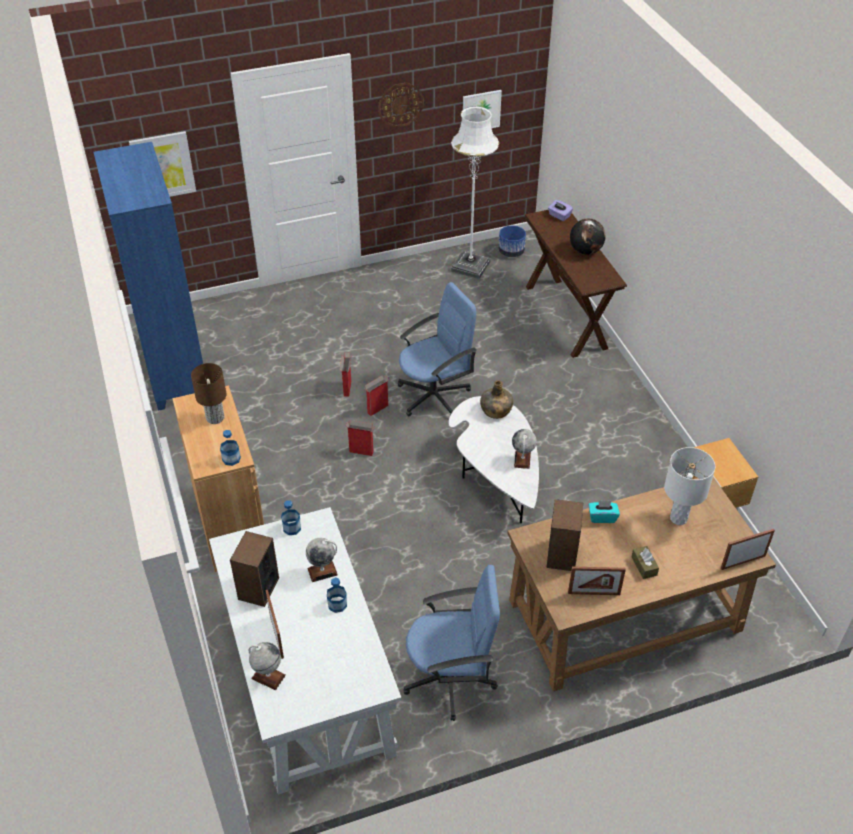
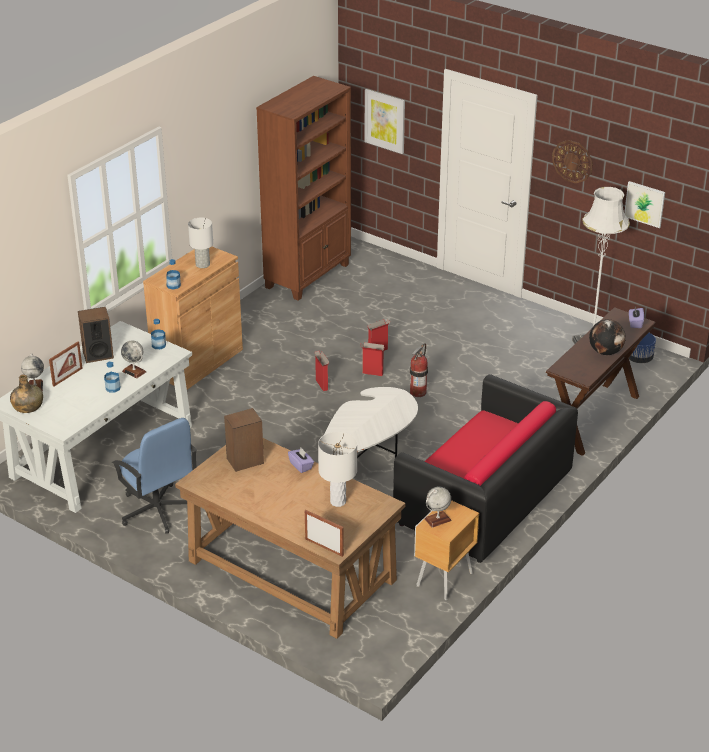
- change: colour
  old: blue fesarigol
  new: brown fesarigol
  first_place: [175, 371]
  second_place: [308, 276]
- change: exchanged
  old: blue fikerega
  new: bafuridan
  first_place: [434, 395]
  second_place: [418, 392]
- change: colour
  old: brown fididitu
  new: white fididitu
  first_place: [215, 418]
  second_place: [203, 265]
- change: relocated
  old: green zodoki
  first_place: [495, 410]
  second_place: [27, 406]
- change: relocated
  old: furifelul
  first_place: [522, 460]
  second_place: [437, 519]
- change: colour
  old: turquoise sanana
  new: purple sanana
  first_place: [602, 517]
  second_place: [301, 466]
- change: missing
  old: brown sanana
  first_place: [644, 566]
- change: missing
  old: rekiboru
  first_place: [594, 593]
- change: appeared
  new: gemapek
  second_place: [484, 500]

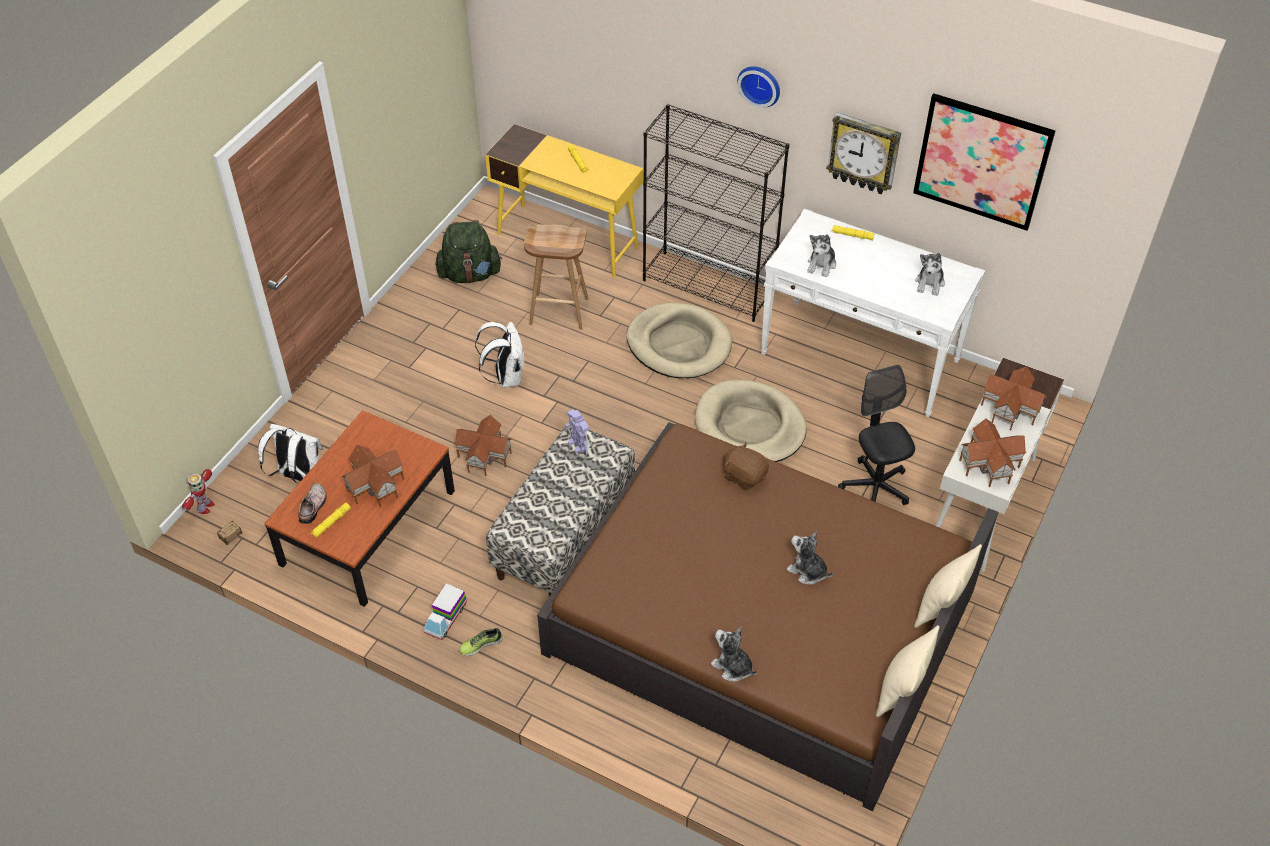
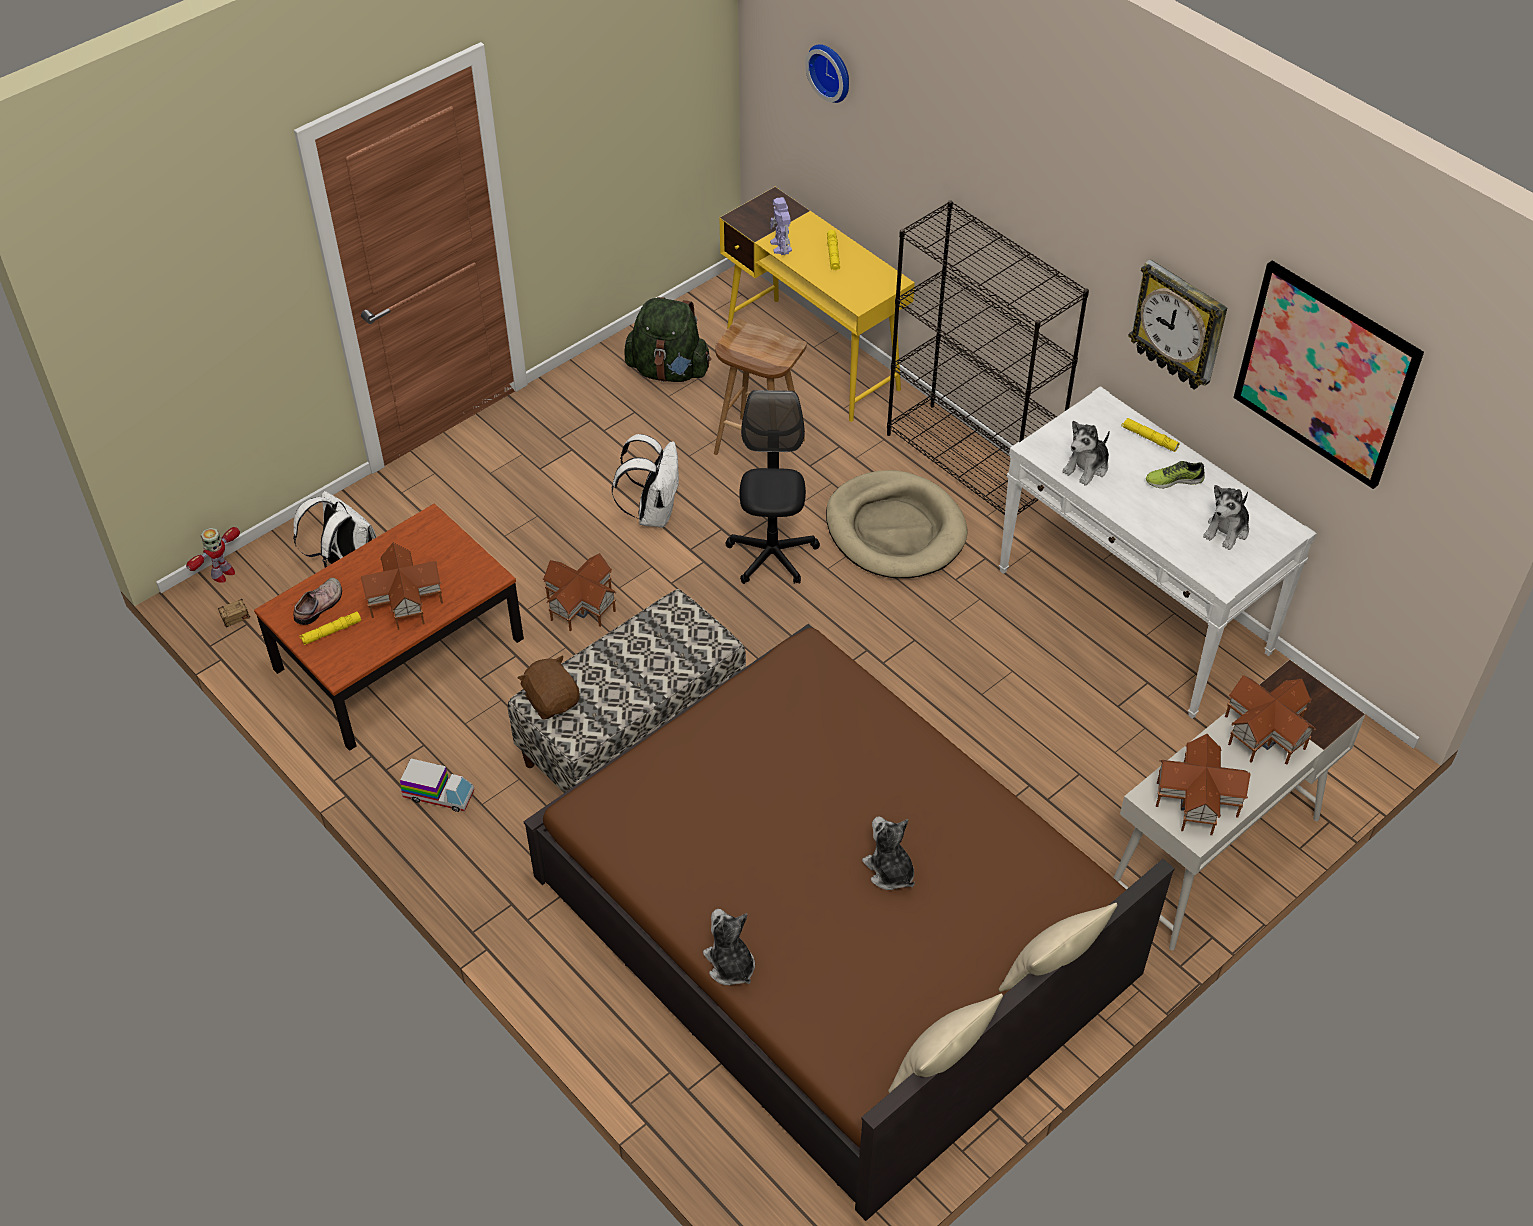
- change: relocated
  old: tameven
  first_place: [760, 84]
  second_place: [831, 71]
- change: relocated
  old: black fikerega
  first_place: [875, 488]
  second_place: [772, 555]
- change: missing
  old: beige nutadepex
  first_place: [749, 426]
- change: relocated
  old: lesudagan
  first_place: [578, 444]
  second_place: [781, 247]
- change: relocated
  old: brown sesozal
  first_place: [744, 476]
  second_place: [552, 700]
- change: spun
  old: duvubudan
  first_place: [445, 618]
  second_place: [439, 795]
  degrees: -120
- change: relocated
  old: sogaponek
  first_place: [480, 644]
  second_place: [1174, 480]

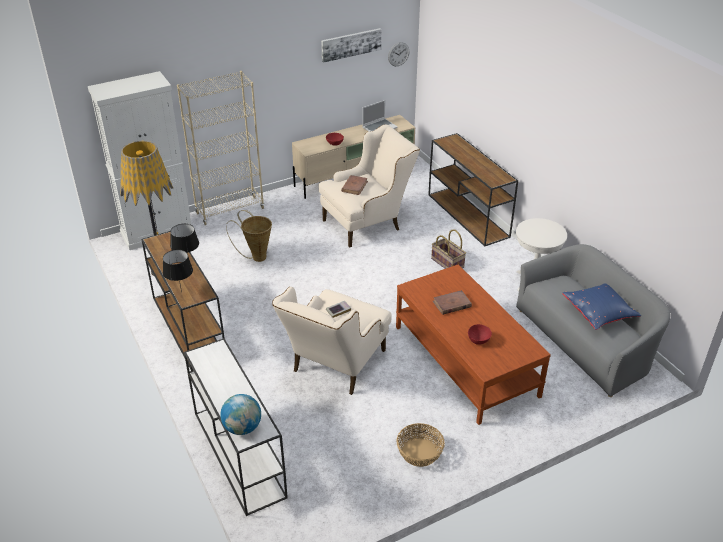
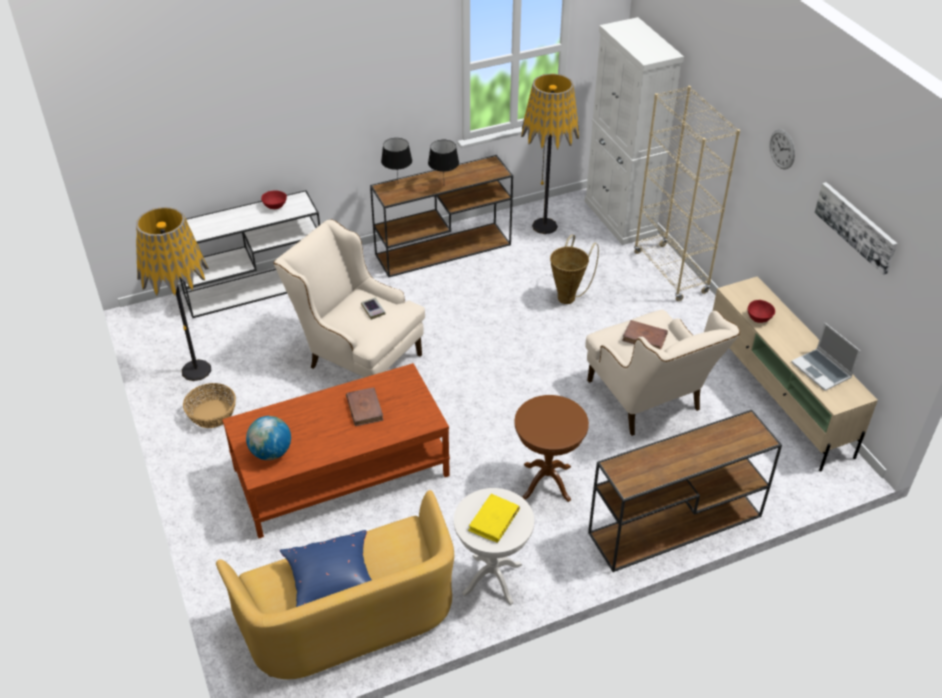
- change: relocated
  old: tameven
  first_place: [398, 54]
  second_place: [782, 149]
- change: exchanged
  old: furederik
  new: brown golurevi
  first_place: [448, 263]
  second_place: [546, 482]
- change: colour
  old: grey gemapek
  new: yellow gemapek
  first_place: [586, 341]
  second_place: [350, 616]
- change: relocated
  old: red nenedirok
  first_place: [479, 340]
  second_place: [275, 206]
- change: relocated
  old: furifelul
  first_place: [242, 428]
  second_place: [271, 452]
- change: appeared
  new: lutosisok
  second_place: [196, 370]
- change: appeared
  new: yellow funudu
  second_place: [494, 520]

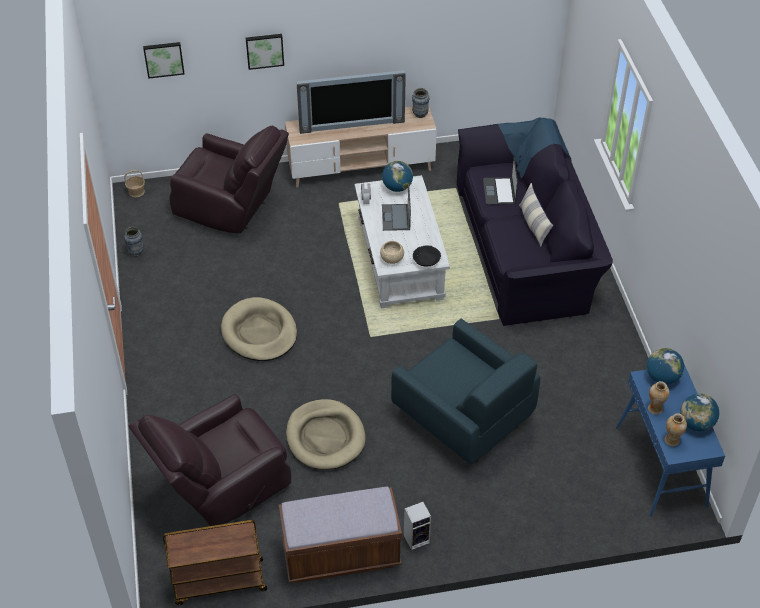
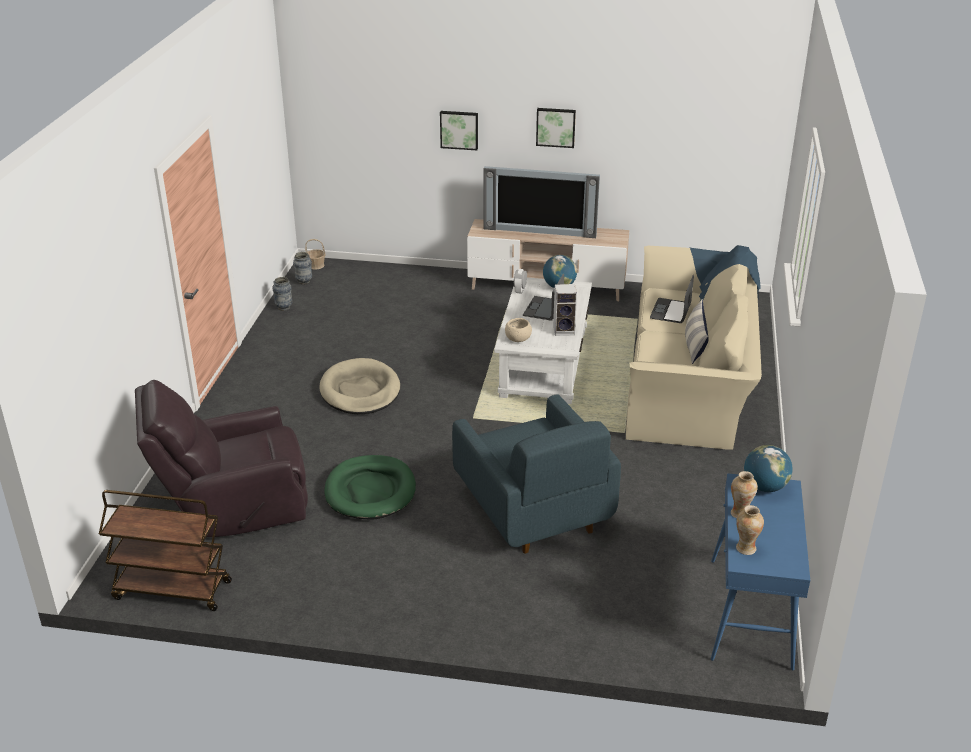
- change: relocated
  old: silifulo
  first_place: [163, 59]
  second_place: [555, 127]
- change: relocated
  old: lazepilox
  first_place: [420, 114]
  second_place: [304, 282]
- change: colour
  old: black gemapek
  new: beige gemapek
  first_place: [526, 244]
  second_place: [691, 377]
- change: missing
  old: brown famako
  first_place: [231, 208]
- change: missing
  old: black nenedirok
  first_place: [426, 260]
- change: missing
  old: furifelul
  first_place: [696, 423]
- change: colour
  old: beige nutadepex
  new: green nutadepex
  first_place: [325, 437]
  second_place: [370, 491]
- change: missing
  old: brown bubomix
  first_place: [341, 554]
- change: relocated
  old: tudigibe
  first_place: [417, 538]
  second_place: [564, 330]

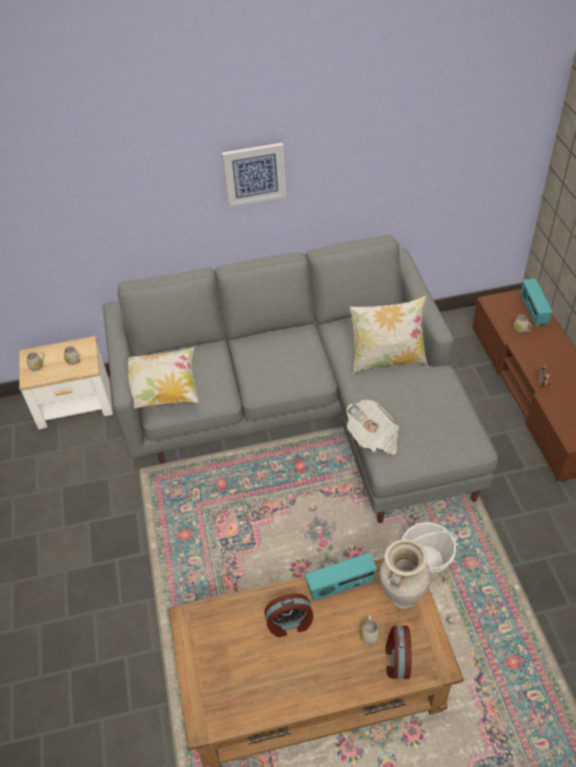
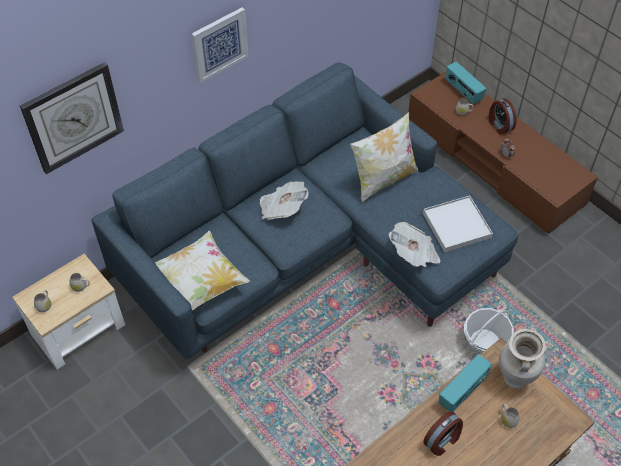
- change: colour
  old: grey gemapek
  new: blue gemapek
  first_place: [306, 411]
  second_place: [308, 252]
- change: relocated
  old: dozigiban
  first_place: [396, 660]
  second_place: [499, 125]
- change: appeared
  new: tameven
  second_place: [73, 117]
- change: appeared
  new: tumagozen
  second_place: [282, 208]
- change: appeared
  new: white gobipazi
  second_place: [456, 225]

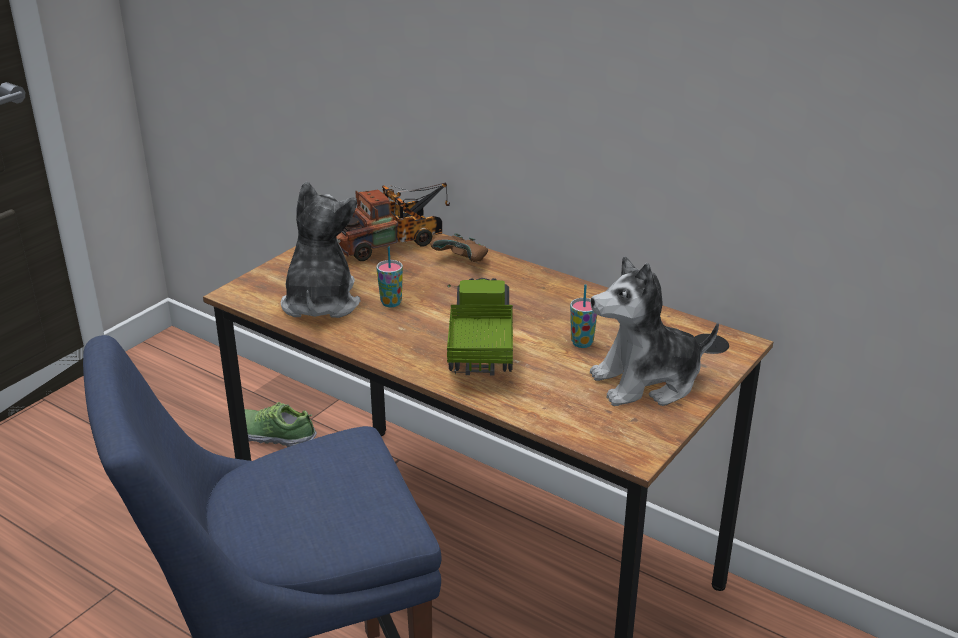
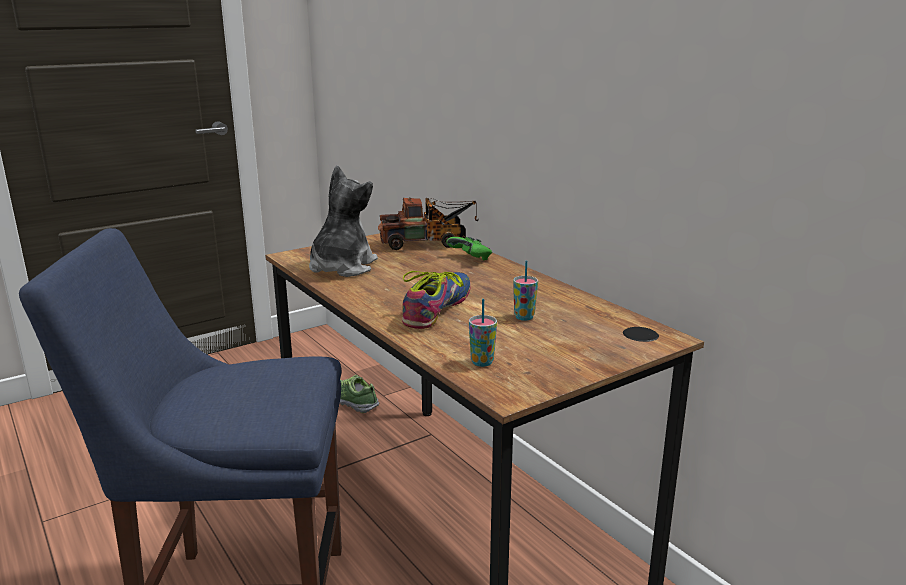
- change: colour
  old: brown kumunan
  new: green kumunan
  first_place: [462, 261]
  second_place: [470, 259]
- change: relocated
  old: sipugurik
  first_place: [391, 303]
  second_place: [482, 362]
- change: missing
  old: sesozal
  first_place: [646, 382]
- change: exchanged
  old: duvubudan
  new: sogaponek
  first_place: [480, 347]
  second_place: [436, 308]

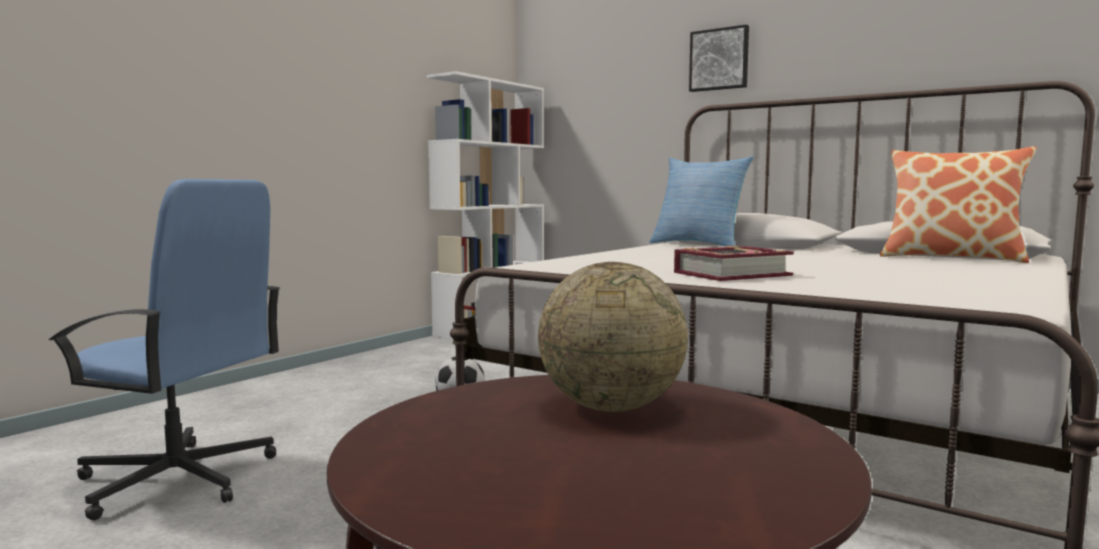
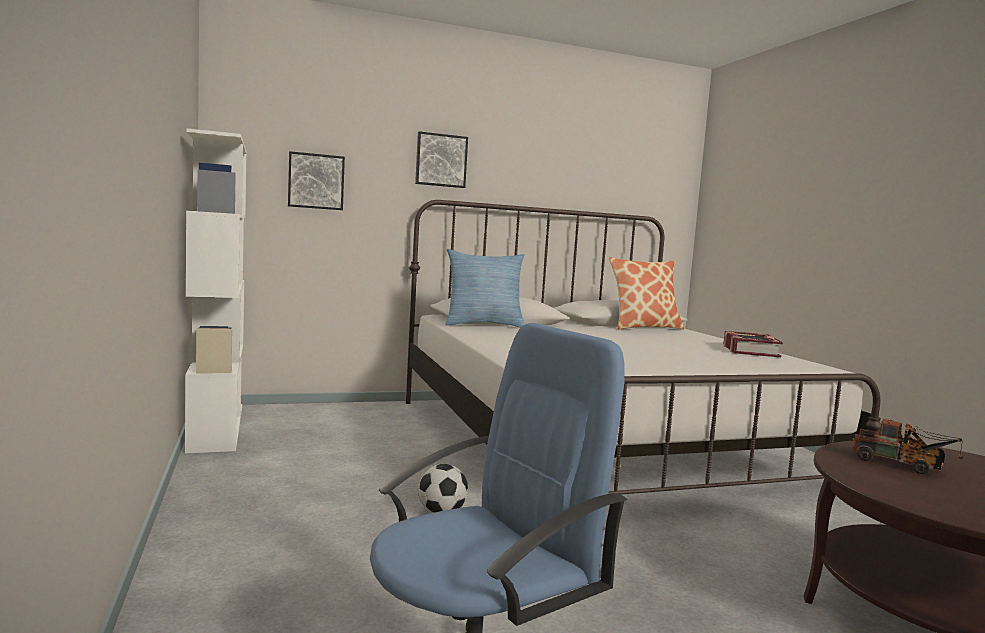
- change: relocated
  old: funudu
  first_place: [731, 274]
  second_place: [749, 351]
- change: exchanged
  old: furifelul
  new: duvubudan
  first_place: [611, 407]
  second_place: [903, 465]
- change: appeared
  new: silifulo
  second_place: [316, 181]

